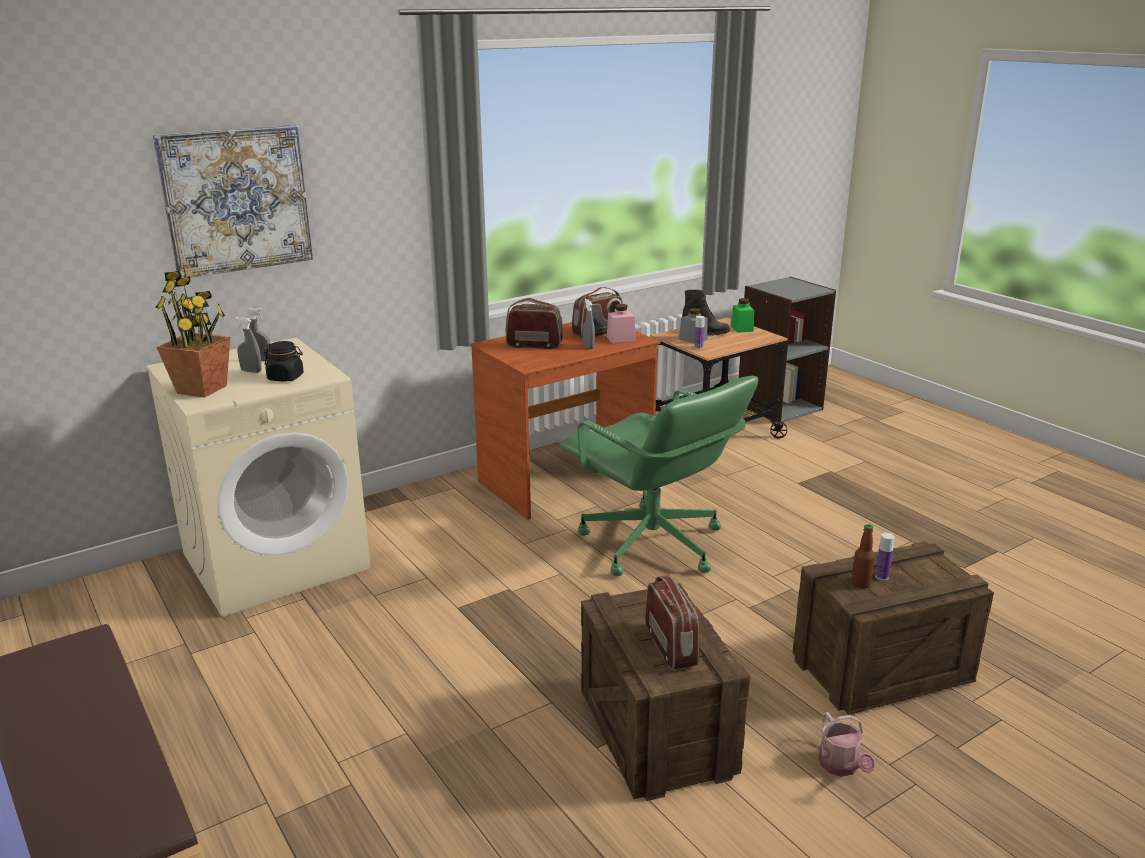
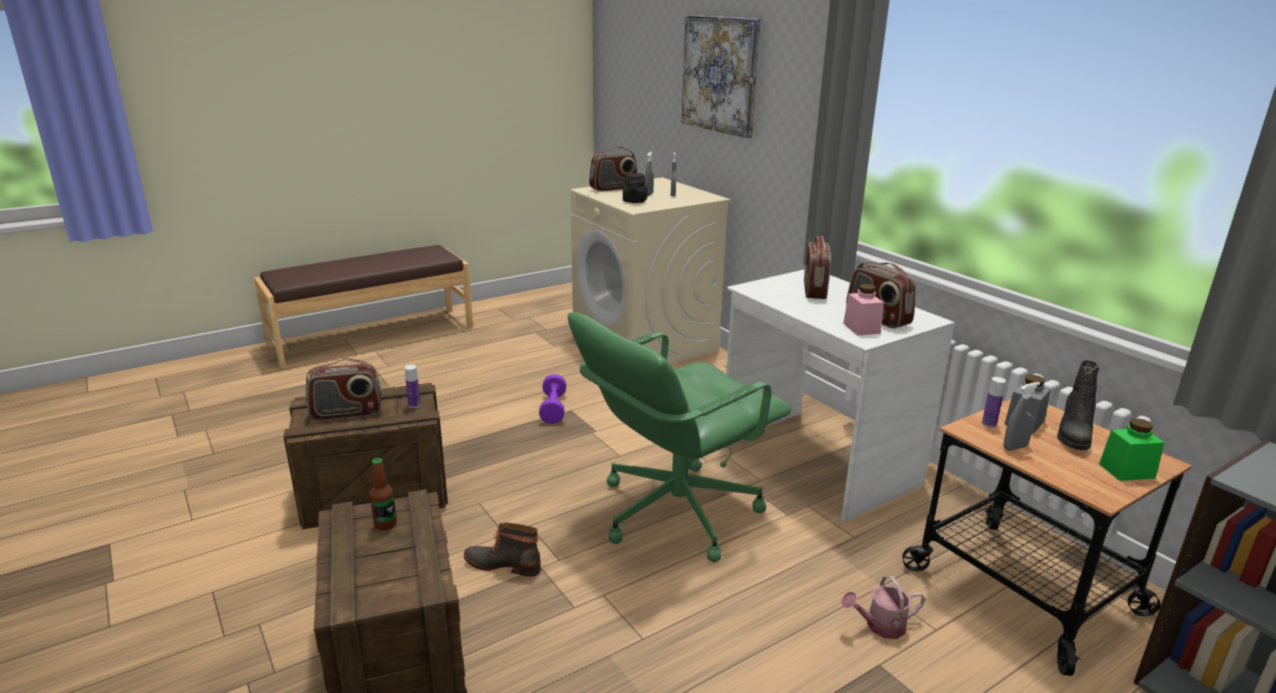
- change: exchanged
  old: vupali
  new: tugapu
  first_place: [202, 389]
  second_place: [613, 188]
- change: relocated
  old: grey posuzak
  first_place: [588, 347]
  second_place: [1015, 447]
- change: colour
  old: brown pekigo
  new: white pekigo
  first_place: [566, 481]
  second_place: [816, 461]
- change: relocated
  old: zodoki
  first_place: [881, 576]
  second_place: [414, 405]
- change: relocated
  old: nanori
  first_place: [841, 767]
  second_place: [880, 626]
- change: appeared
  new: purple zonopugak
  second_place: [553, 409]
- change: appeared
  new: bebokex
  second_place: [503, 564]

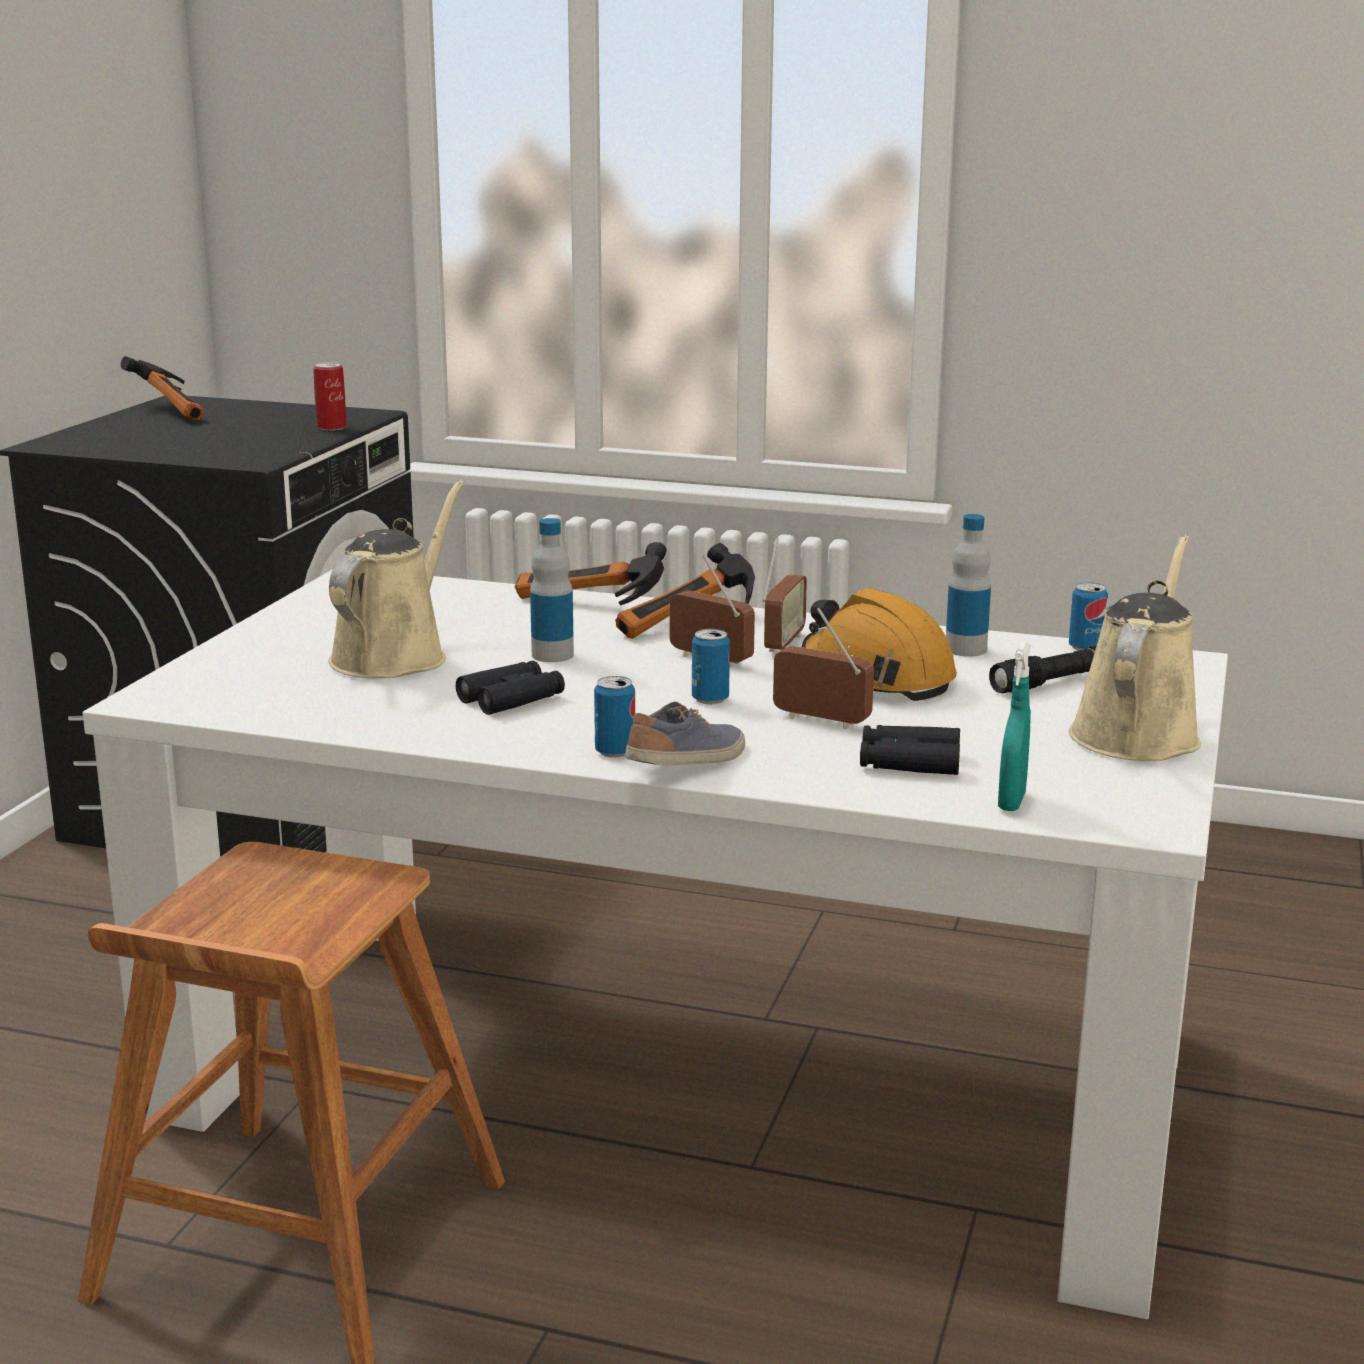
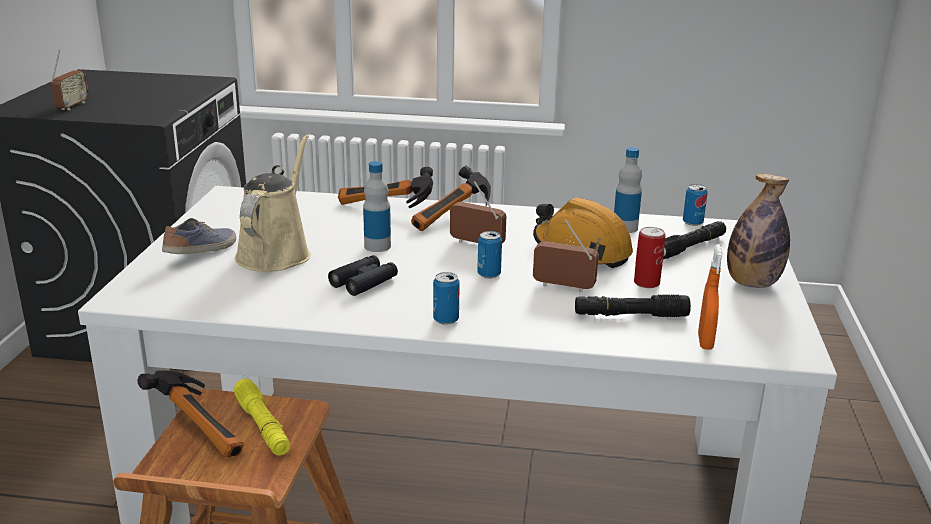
- change: relocated
  old: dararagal
  first_place: [177, 411]
  second_place: [205, 428]
- change: relocated
  old: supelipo
  first_place: [331, 427]
  second_place: [646, 283]
- change: exchanged
  old: beige nanori
  new: zodoki
  first_place: [1137, 733]
  second_place: [752, 283]
- change: relocated
  old: tugapu
  first_place: [783, 644]
  second_place: [72, 106]
- change: colour
  old: turquoise posuzak
  new: orange posuzak
  first_place: [1011, 802]
  second_place: [705, 342]
- change: relocated
  old: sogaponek
  first_place: [689, 764]
  second_place: [202, 252]
- change: exchanged
  old: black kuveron
  new: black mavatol
  first_place: [909, 762]
  second_place: [630, 315]
- change: appeared
  new: yellow mavatol
  second_place: [262, 426]

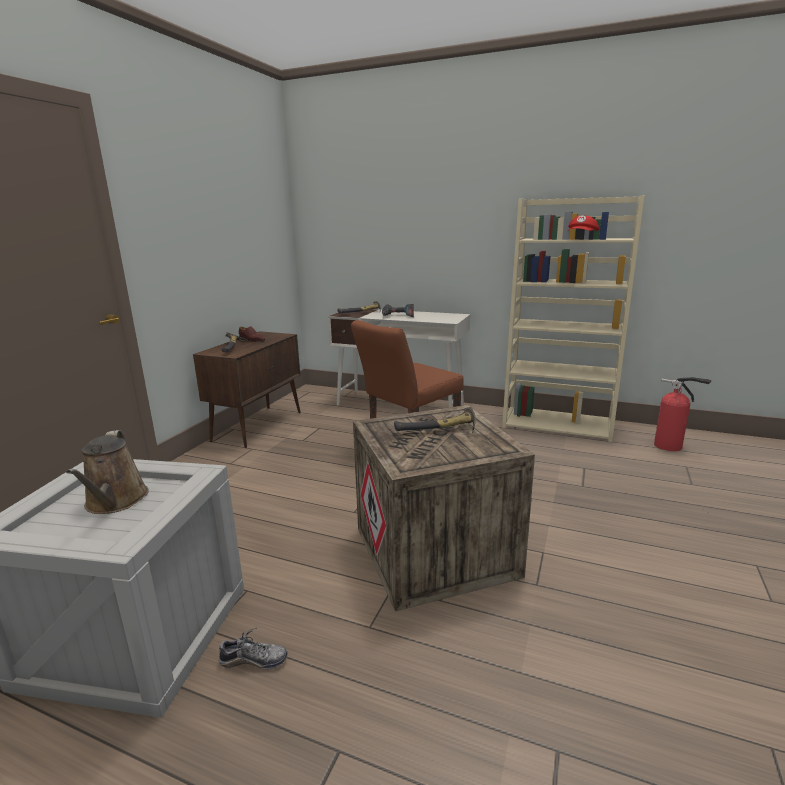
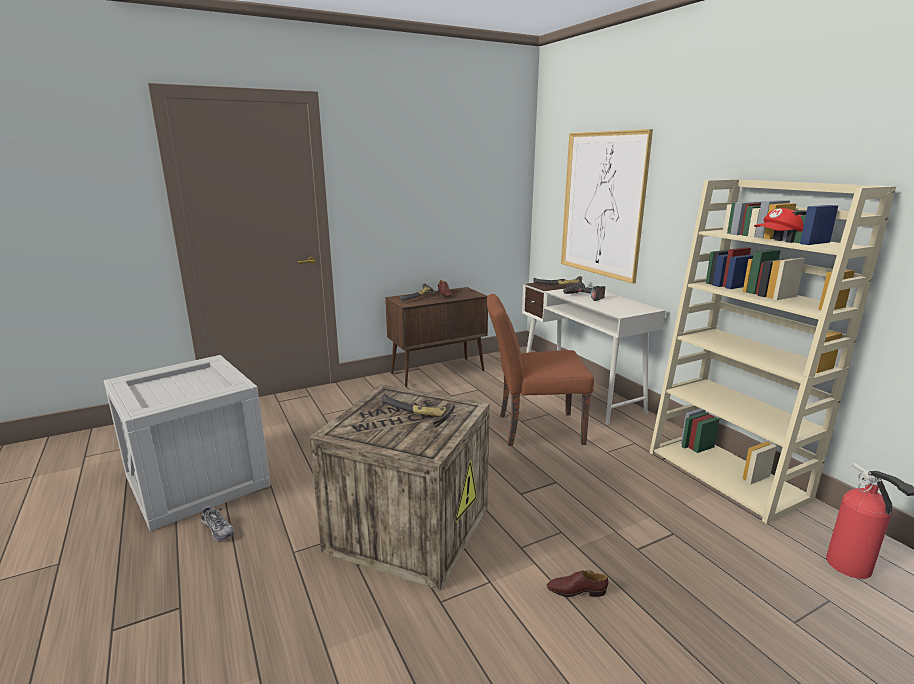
- change: missing
  old: brown nanori
  first_place: [115, 502]
- change: appeared
  new: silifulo
  second_place: [602, 204]
- change: appeared
  new: brown sogaponek
  second_place: [576, 590]

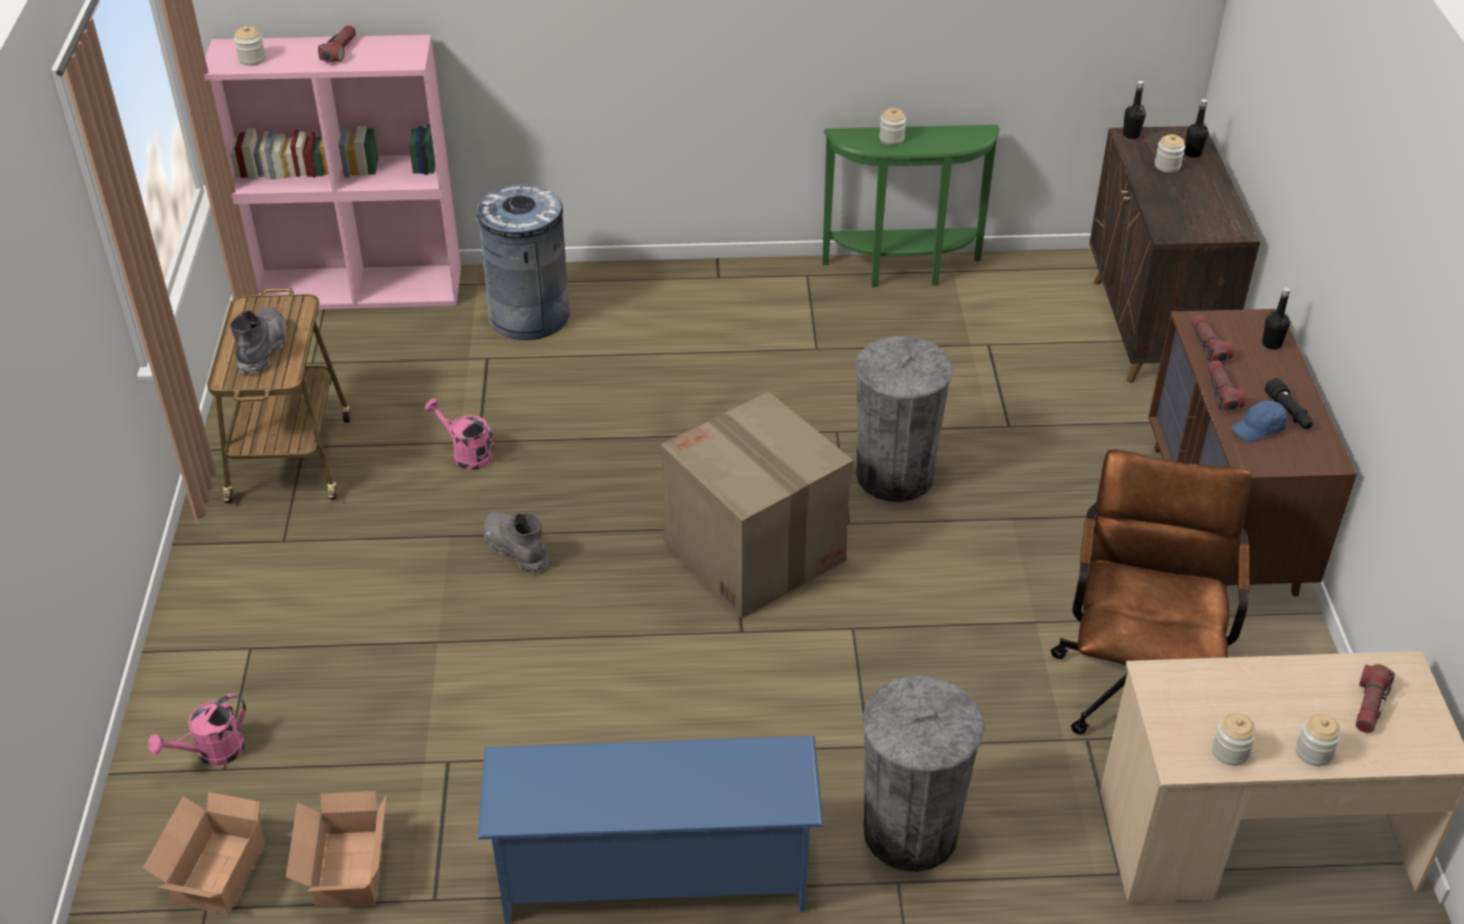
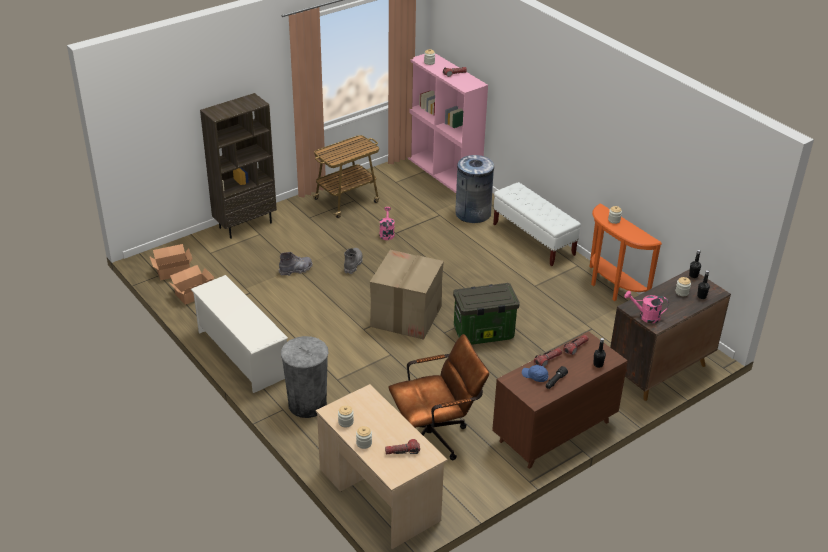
- change: colour
  old: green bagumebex
  new: orange bagumebex
  first_place: [903, 272]
  second_place: [611, 289]
- change: relocated
  old: grey bebokex
  first_place: [263, 349]
  second_place: [296, 270]
- change: exchanged
  old: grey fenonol
  new: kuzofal
  first_place: [895, 475]
  second_place: [483, 333]
- change: relocated
  old: pink nanori
  first_place: [212, 753]
  second_place: [645, 316]
- change: colour
  old: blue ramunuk
  new: white ramunuk
  first_place: [654, 873]
  second_place: [242, 354]
- change: appeared
  new: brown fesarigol
  second_place: [245, 225]
- change: appeared
  new: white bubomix
  second_place: [533, 240]

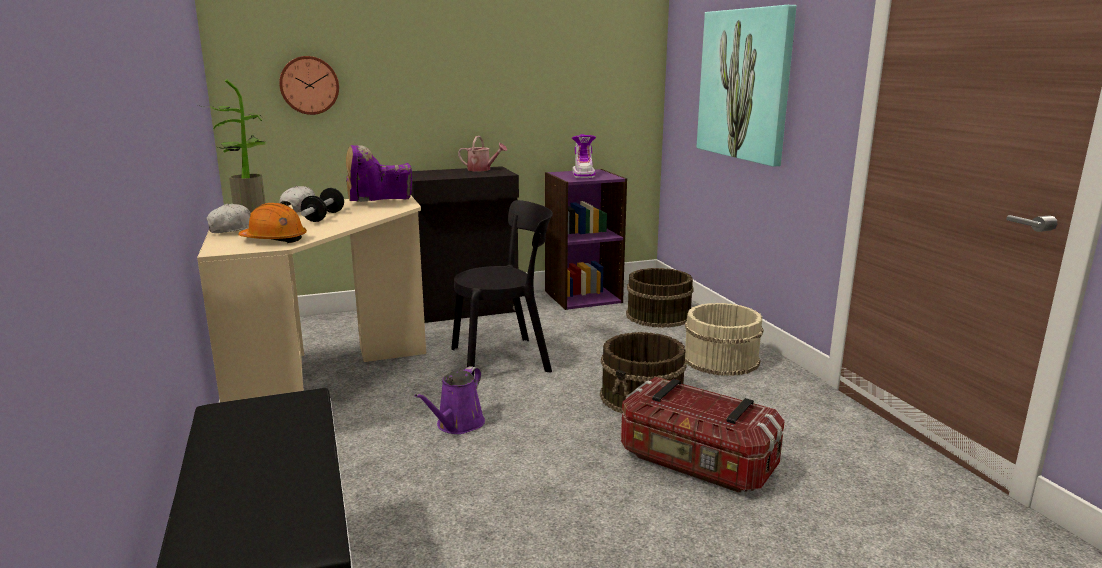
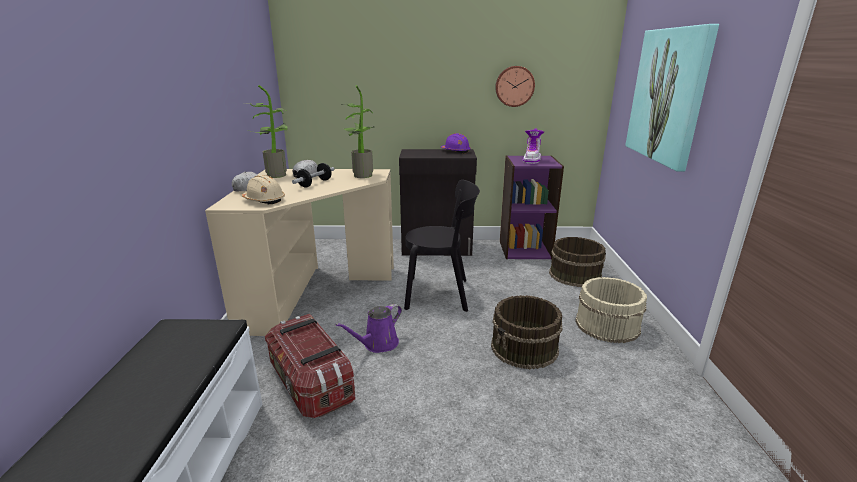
- change: relocated
  old: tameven
  first_place: [309, 85]
  second_place: [514, 86]
- change: exchanged
  old: nanori
  new: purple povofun
  first_place: [482, 169]
  second_place: [455, 151]
- change: exchanged
  old: purple bebokex
  new: vupali
  first_place: [378, 203]
  second_place: [360, 175]
- change: colour
  old: orange povofun
  new: beige povofun
  first_place: [274, 239]
  second_place: [264, 200]
- change: relocated
  old: kuzofal
  first_place: [696, 463]
  second_place: [310, 383]

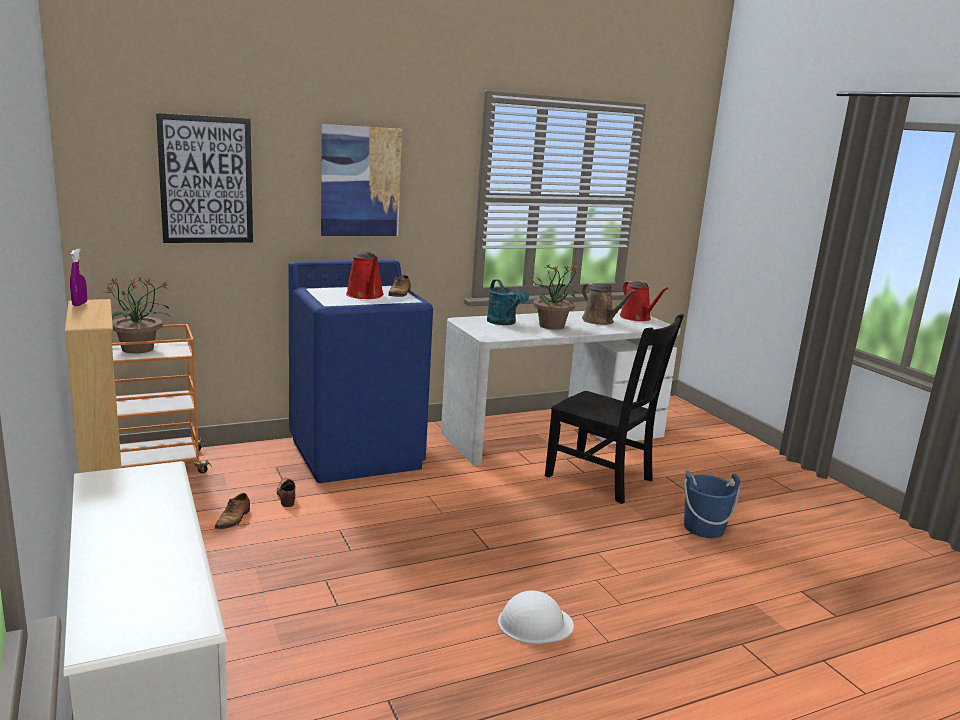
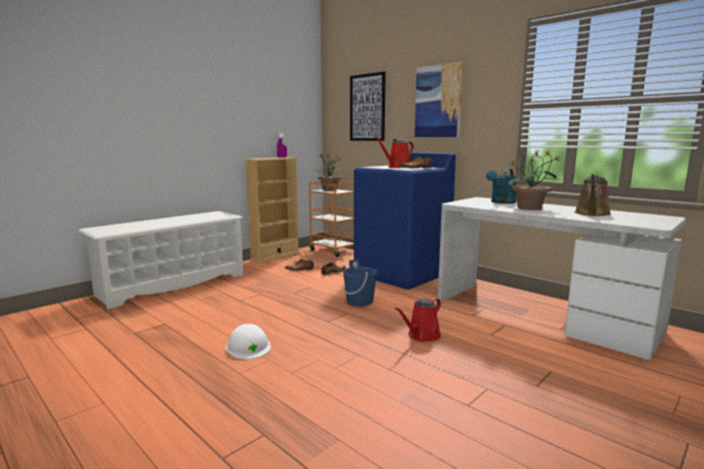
- change: relocated
  old: red nanori
  first_place: [637, 318]
  second_place: [422, 336]
- change: missing
  old: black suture
  first_place: [602, 479]
- change: relocated
  old: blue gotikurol
  first_place: [704, 528]
  second_place: [359, 301]

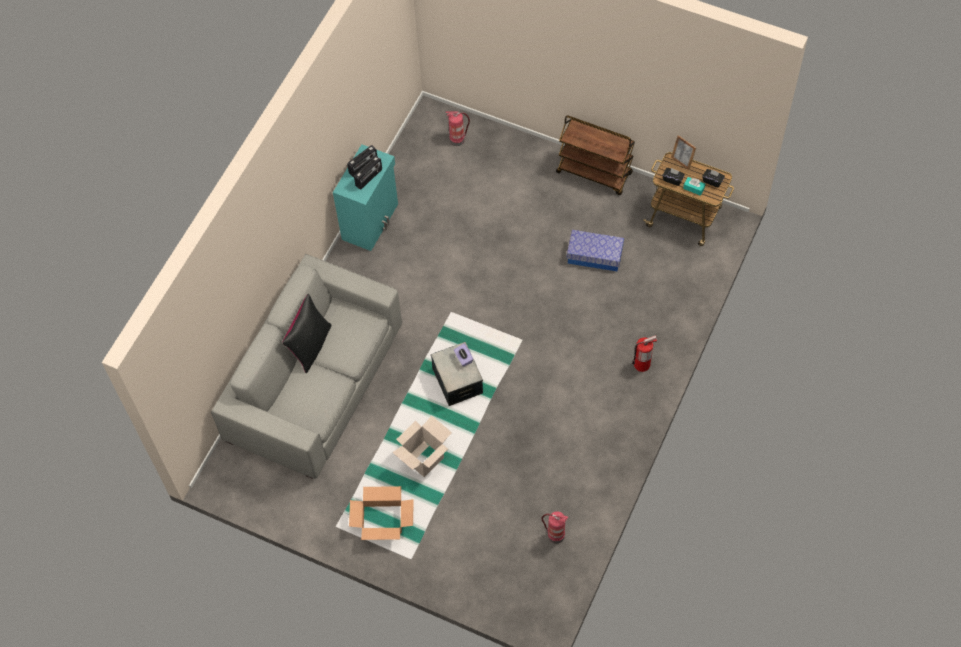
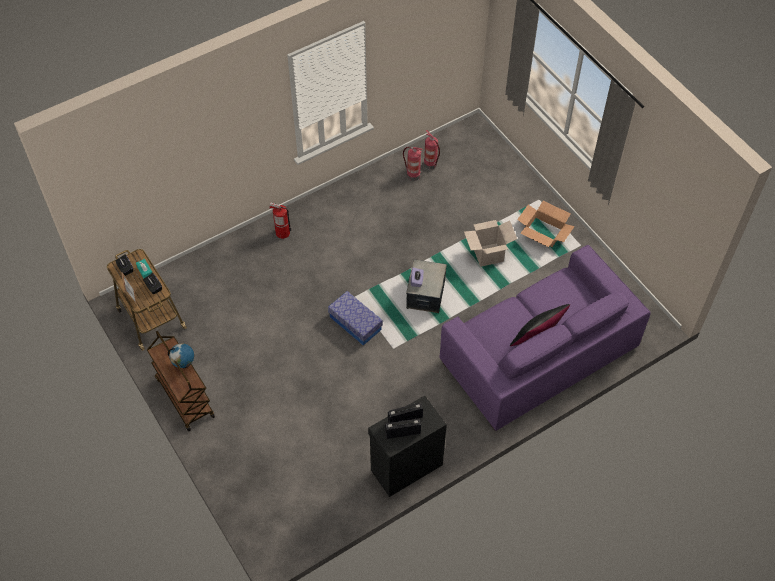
- change: relocated
  old: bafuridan
  first_place: [458, 139]
  second_place: [412, 175]
- change: colour
  old: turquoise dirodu
  new: black dirodu
  first_place: [371, 221]
  second_place: [405, 467]
- change: relocated
  old: kuzofal
  first_place: [594, 256]
  second_place: [355, 323]
- change: colour
  old: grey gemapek
  new: purple gemapek
  first_place: [315, 382]
  second_place: [538, 354]
- change: appeared
  new: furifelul
  second_place: [184, 365]

